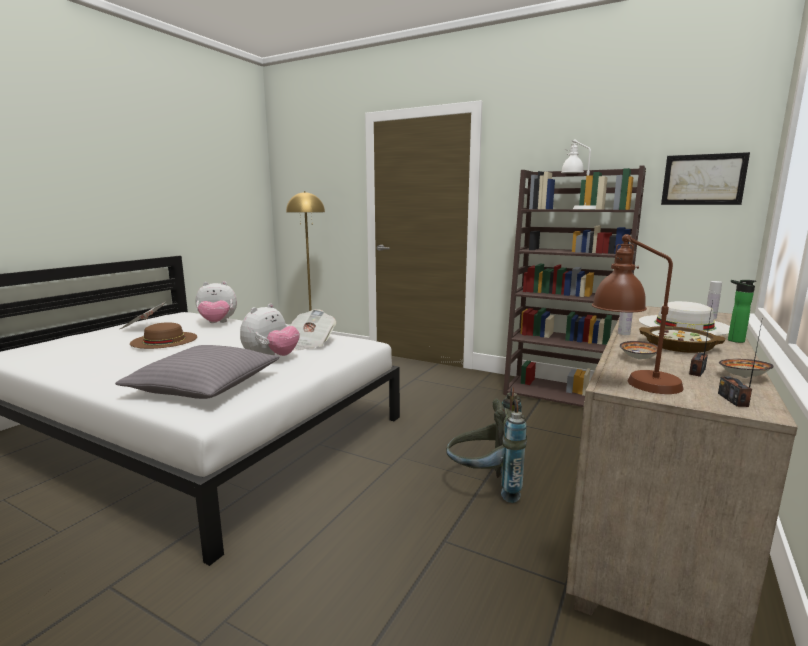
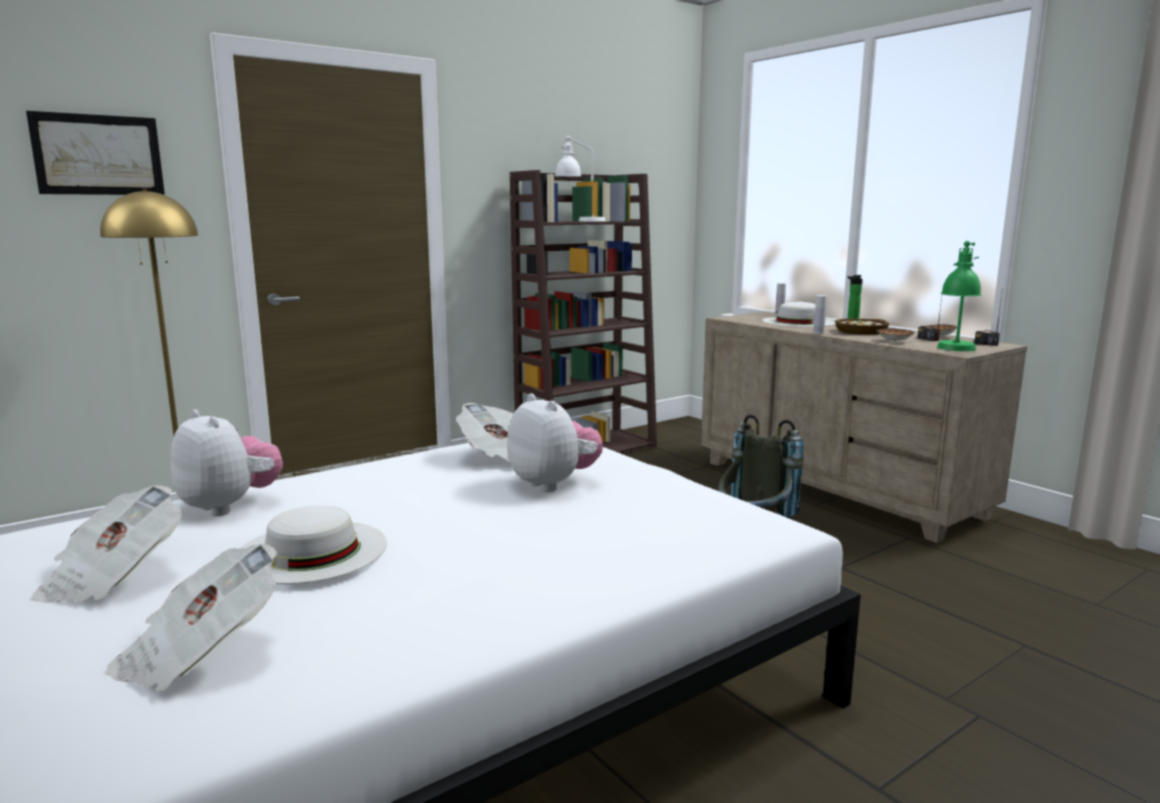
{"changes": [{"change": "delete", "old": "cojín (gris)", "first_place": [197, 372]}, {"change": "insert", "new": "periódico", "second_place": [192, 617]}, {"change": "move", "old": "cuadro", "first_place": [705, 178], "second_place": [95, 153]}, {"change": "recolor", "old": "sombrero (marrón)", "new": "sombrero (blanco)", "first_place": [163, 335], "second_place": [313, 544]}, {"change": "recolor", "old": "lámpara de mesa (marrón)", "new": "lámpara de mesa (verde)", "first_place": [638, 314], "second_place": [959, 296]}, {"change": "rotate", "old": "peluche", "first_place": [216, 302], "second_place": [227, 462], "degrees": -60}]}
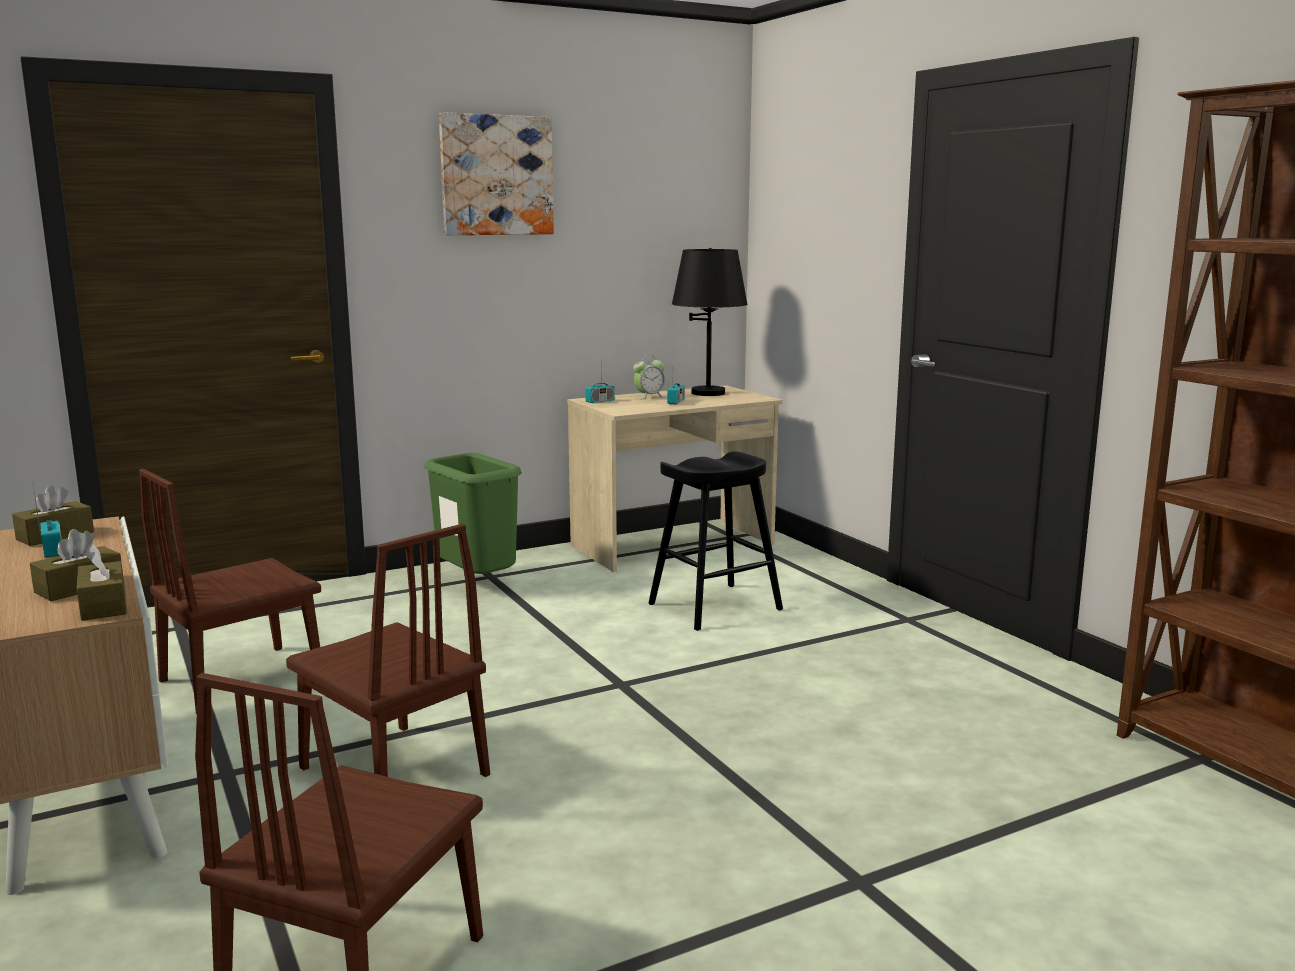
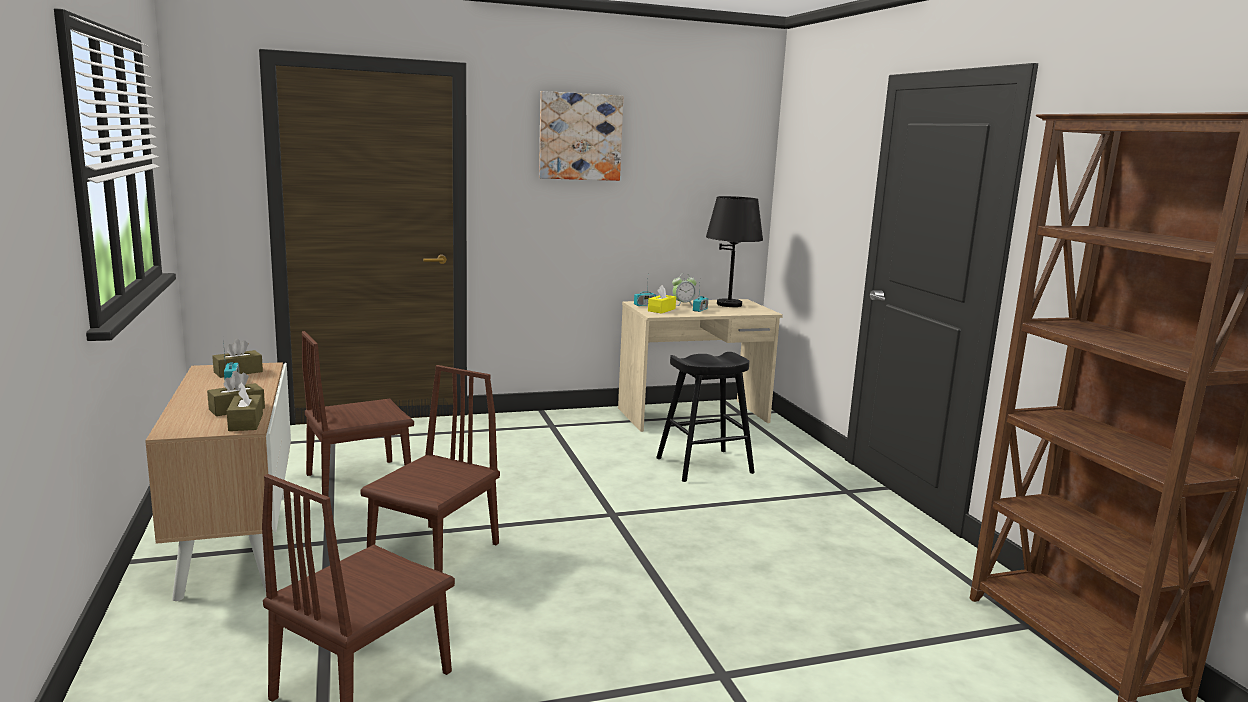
{"changes": [{"change": "delete", "old": "papelera (verde)", "first_place": [473, 513]}, {"change": "insert", "new": "caja de pañuelos (amarillo)", "second_place": [662, 299]}, {"change": "rotate", "old": "silla (marrón)", "first_place": [388, 650], "second_place": [430, 469], "degrees": -120}]}
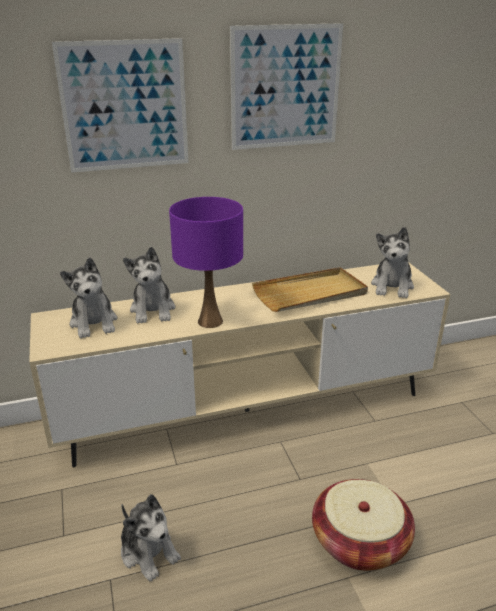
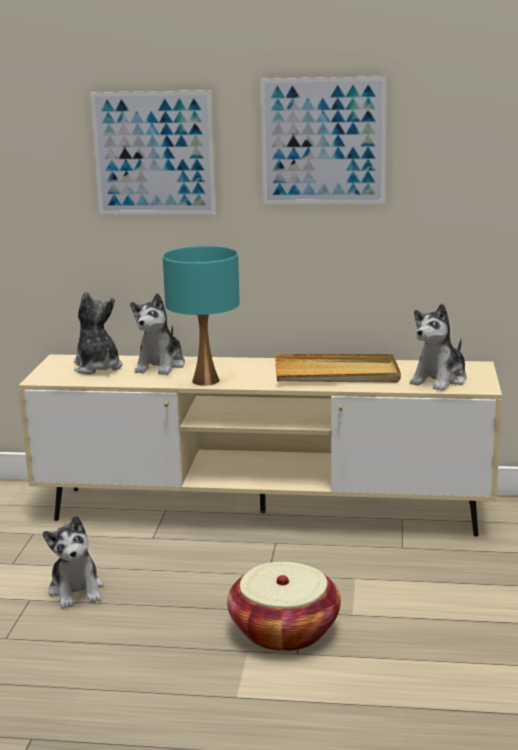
{"changes": [{"change": "recolor", "old": "lámpara de mesa (morado)", "new": "lámpara de mesa (turquesa)", "first_place": [206, 262], "second_place": [201, 316]}, {"change": "rotate", "old": "peluche", "first_place": [88, 297], "second_place": [97, 333], "degrees": 150}]}
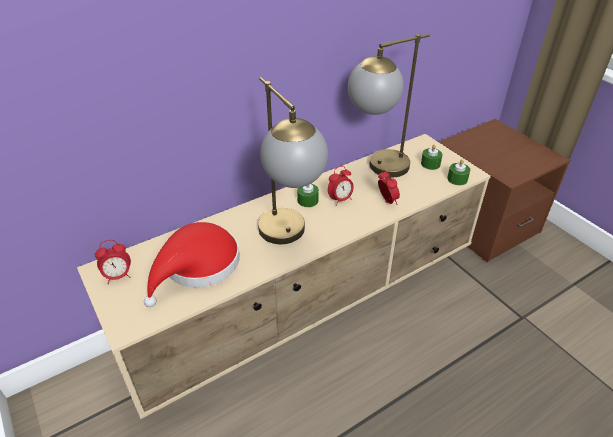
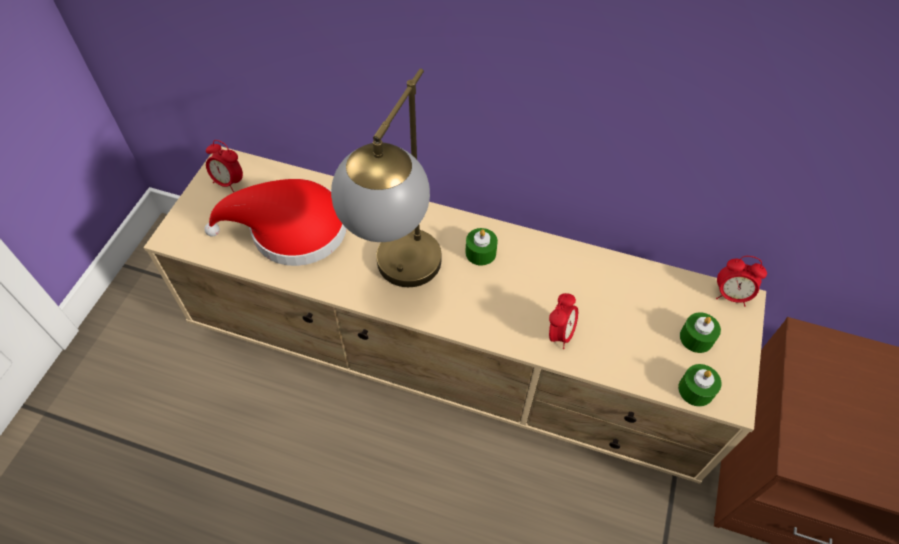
{"changes": [{"change": "delete", "old": "lámpara de mesa", "first_place": [389, 105]}, {"change": "move", "old": "despertador", "first_place": [341, 186], "second_place": [741, 281]}]}
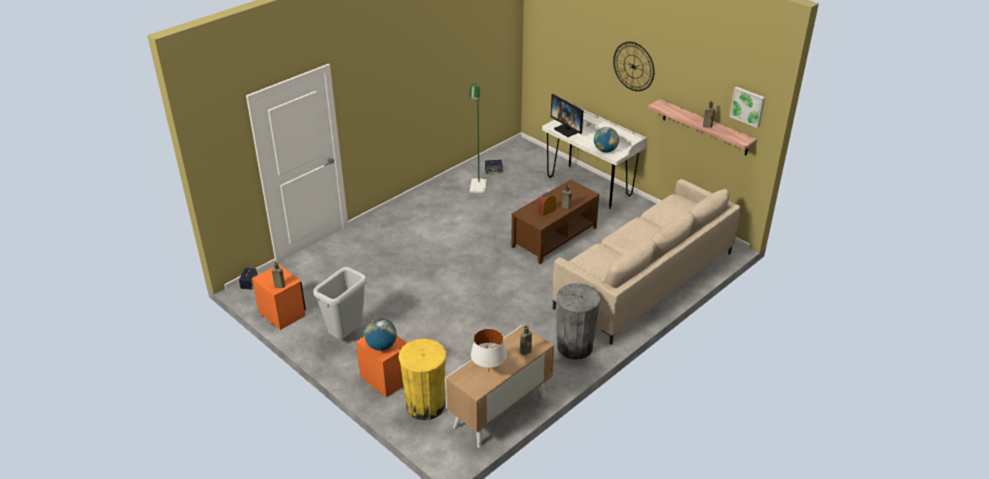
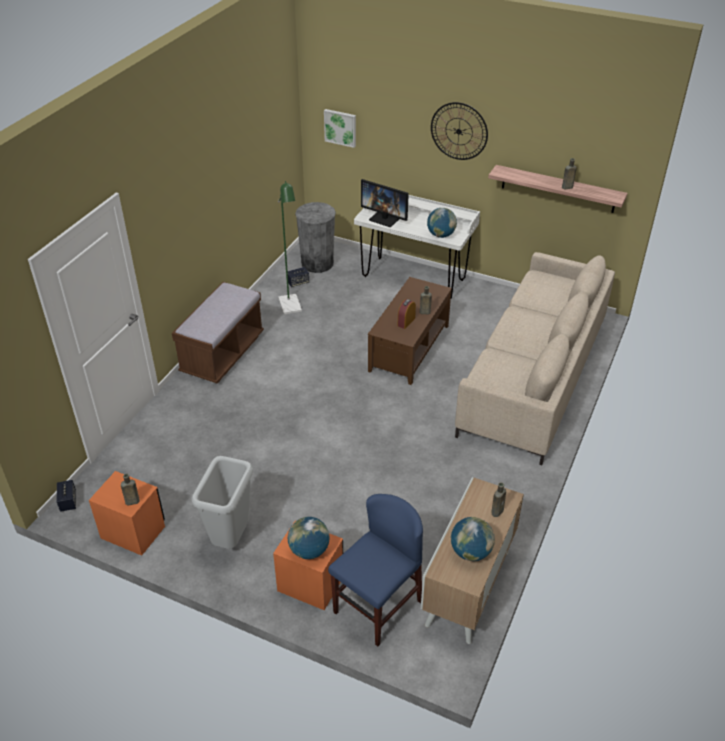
{"changes": [{"change": "insert", "new": "banco (marrón)", "second_place": [218, 332]}, {"change": "move", "old": "papelera (gris)", "first_place": [578, 321], "second_place": [315, 237]}, {"change": "move", "old": "cuadro", "first_place": [747, 107], "second_place": [340, 128]}, {"change": "replace", "old": "papelera (amarillo)", "new": "silla (azul)", "first_place": [422, 379], "second_place": [375, 570]}, {"change": "replace", "old": "lámpara de mesa (blanco)", "new": "globo terráqueo", "first_place": [489, 347], "second_place": [473, 539]}]}
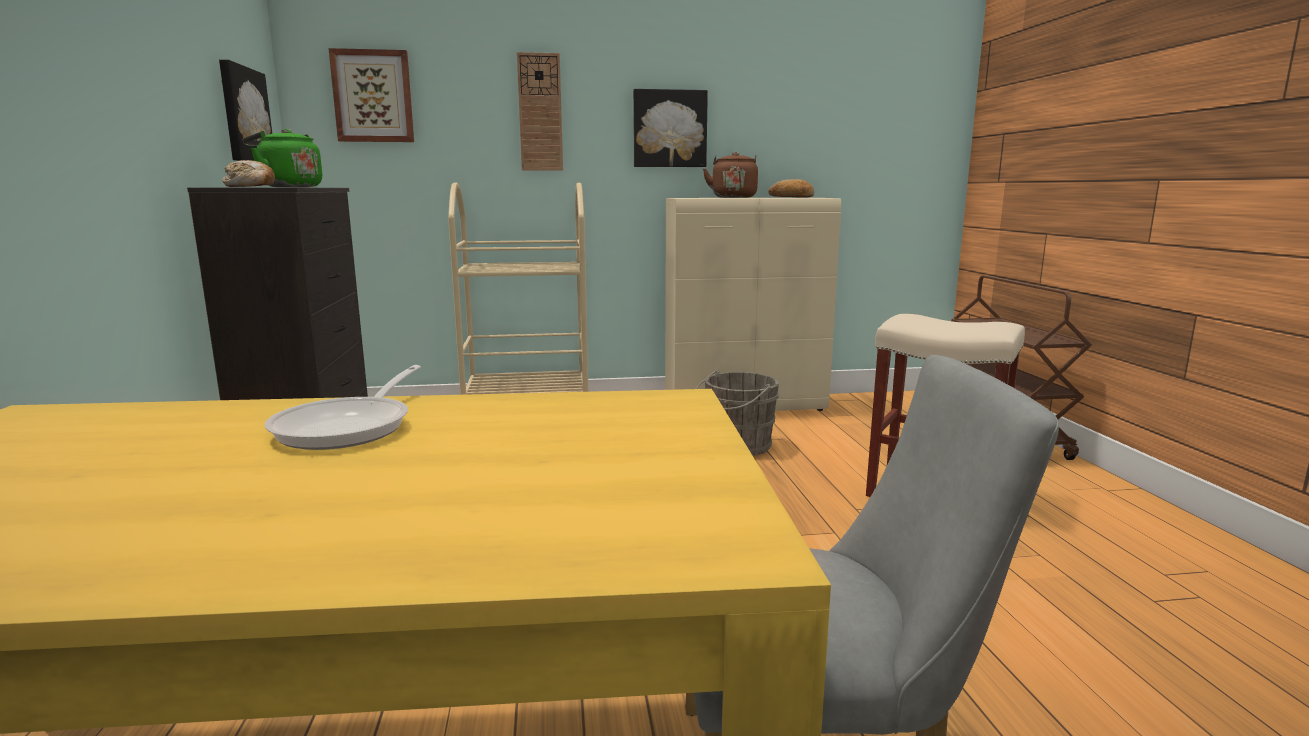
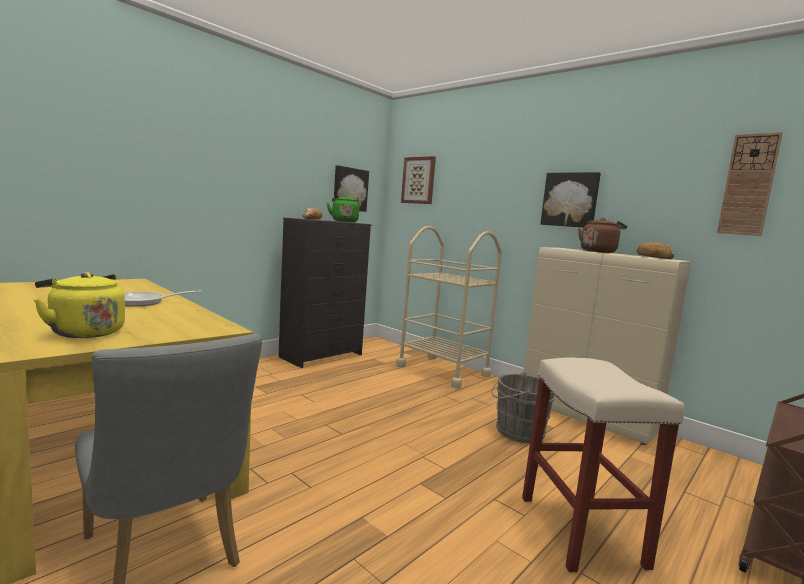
{"changes": [{"change": "insert", "new": "hervidor (amarillo)", "second_place": [79, 305]}, {"change": "move", "old": "reloj de pared", "first_place": [540, 111], "second_place": [750, 184]}]}
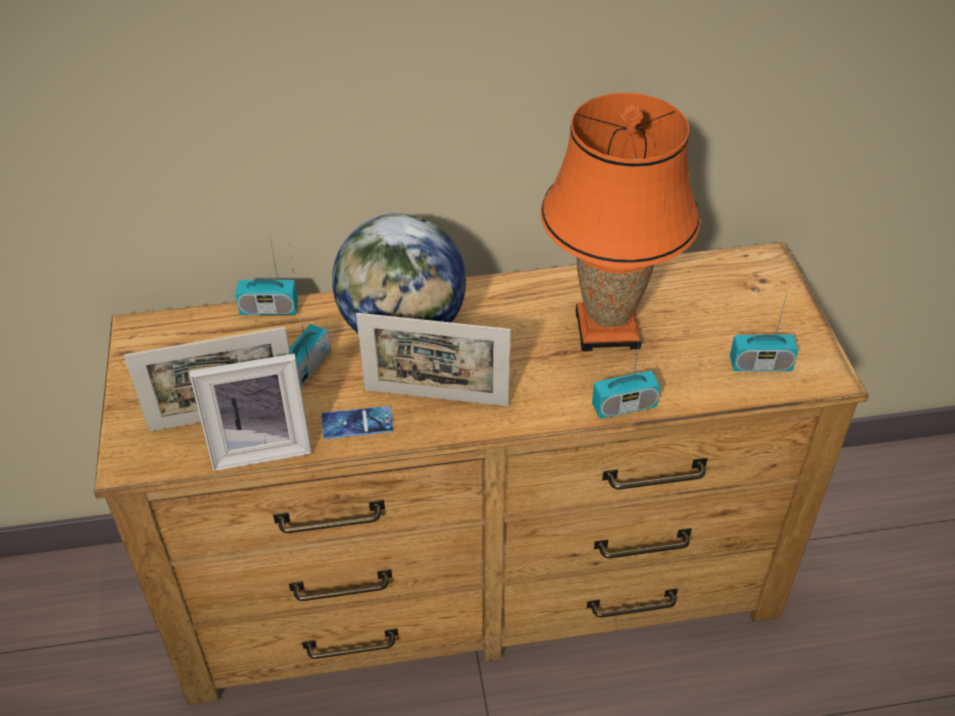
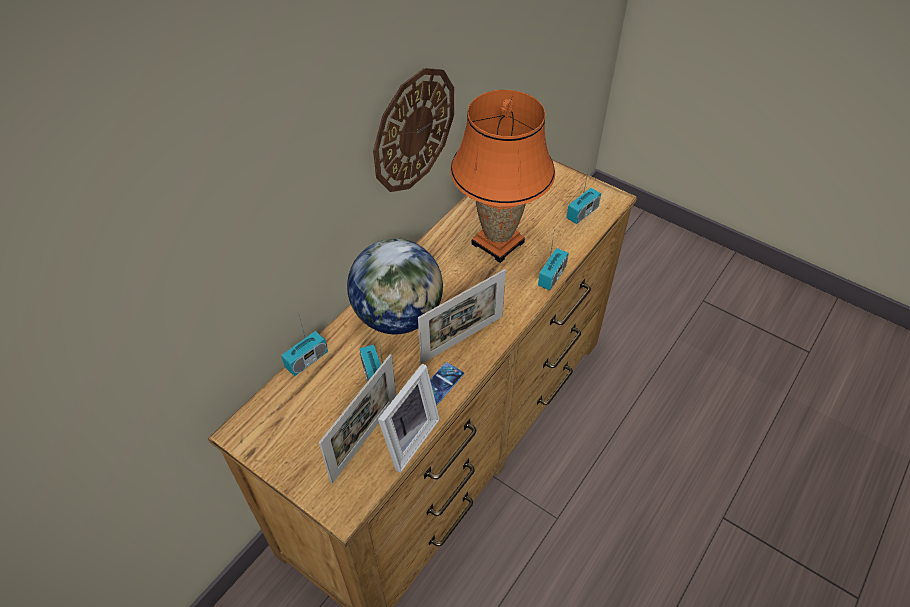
{"changes": [{"change": "insert", "new": "reloj de pared", "second_place": [413, 130]}]}
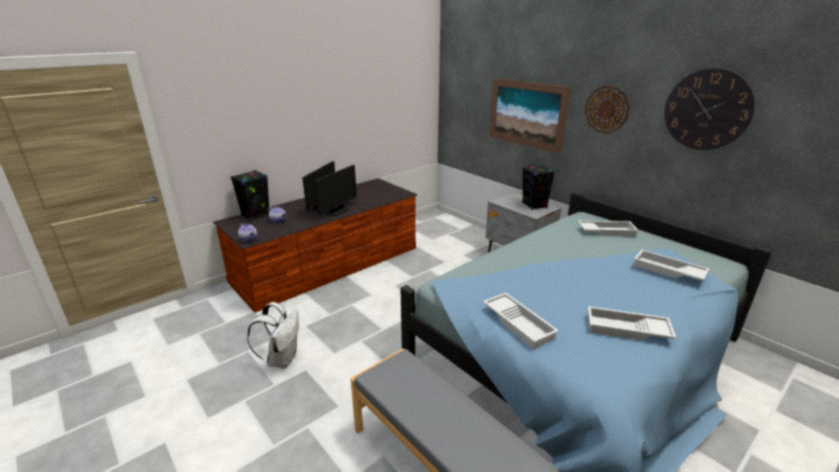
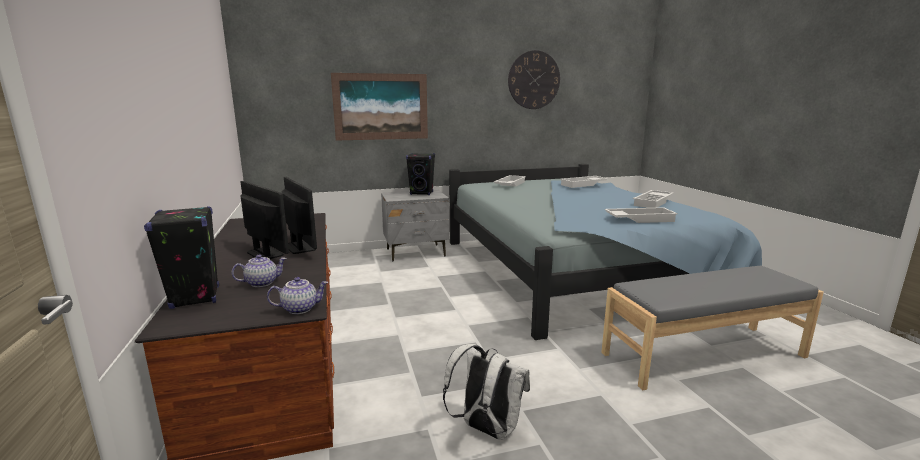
{"changes": [{"change": "delete", "old": "reloj de pared", "first_place": [607, 109]}]}
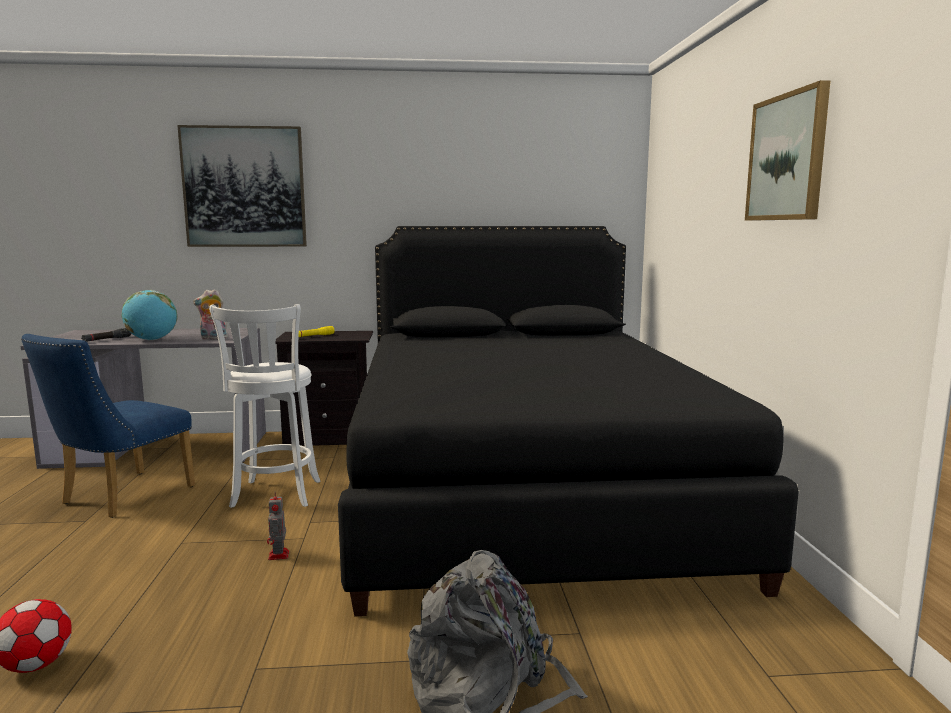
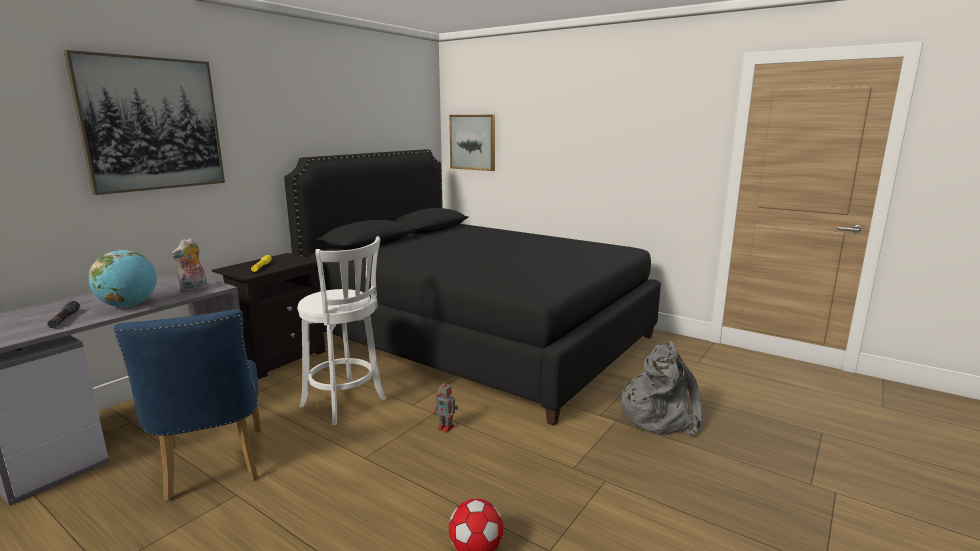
{"changes": [{"change": "move", "old": "cuadro", "first_place": [787, 150], "second_place": [472, 143]}]}
